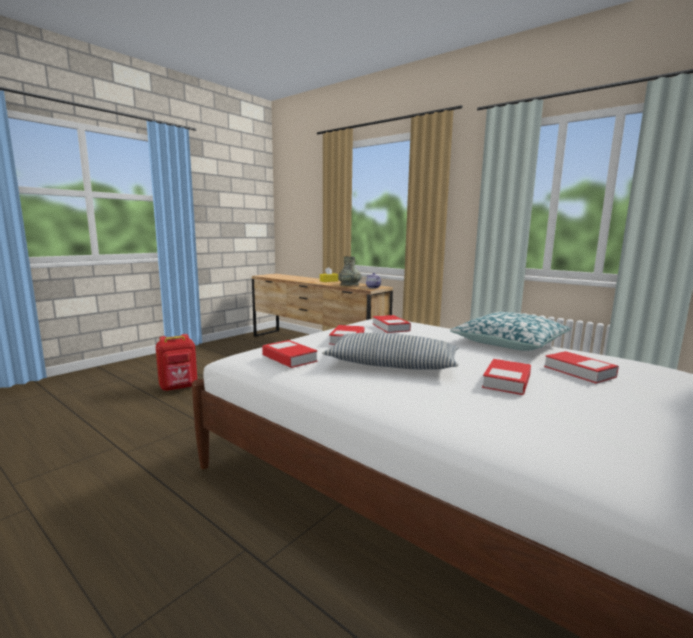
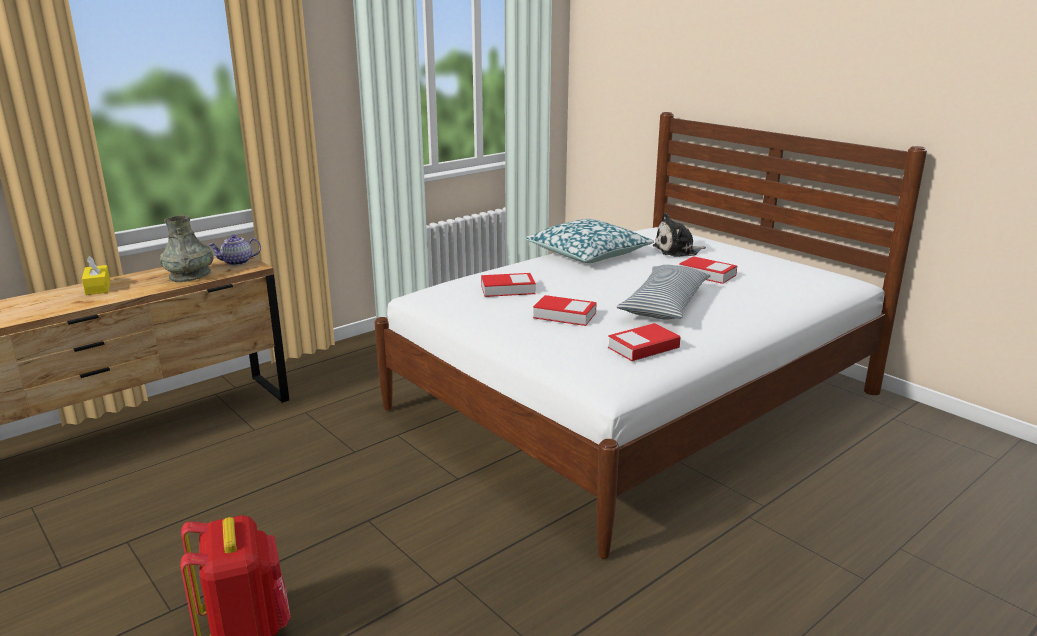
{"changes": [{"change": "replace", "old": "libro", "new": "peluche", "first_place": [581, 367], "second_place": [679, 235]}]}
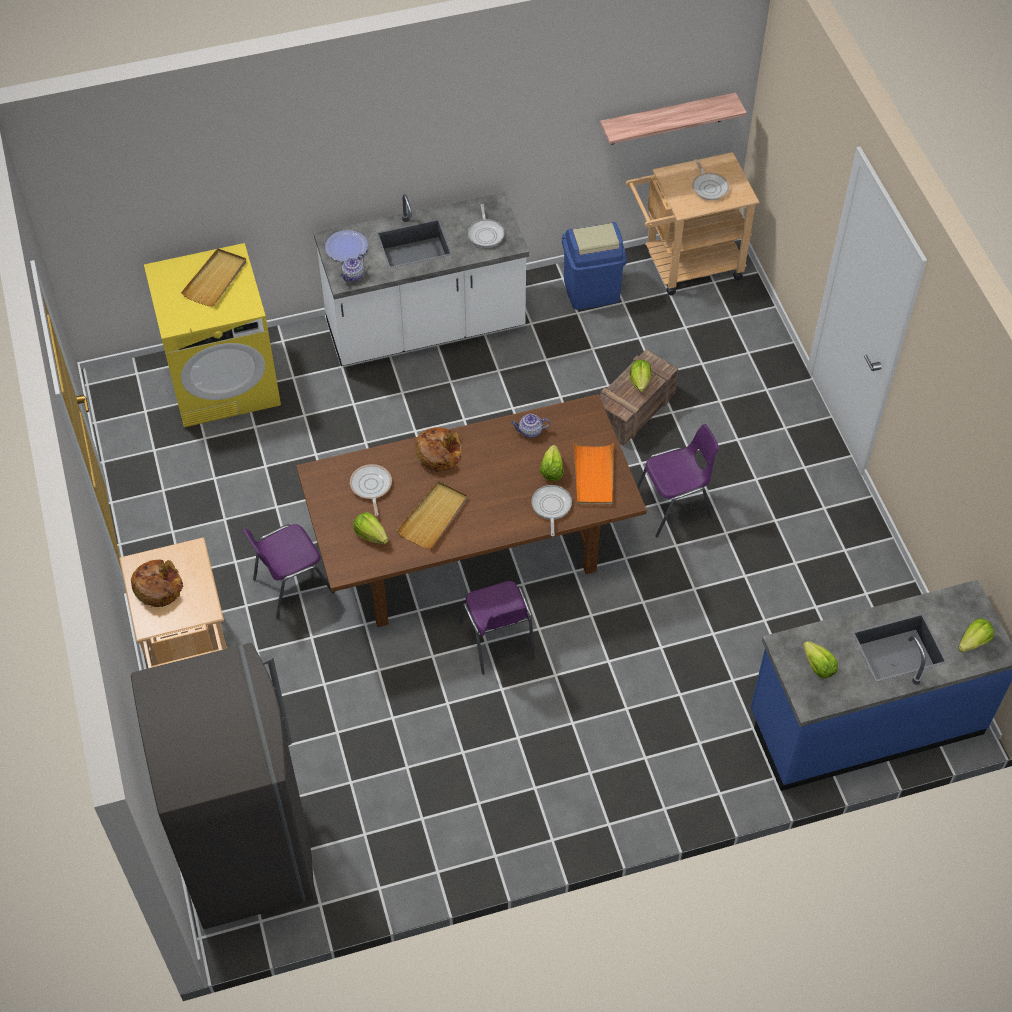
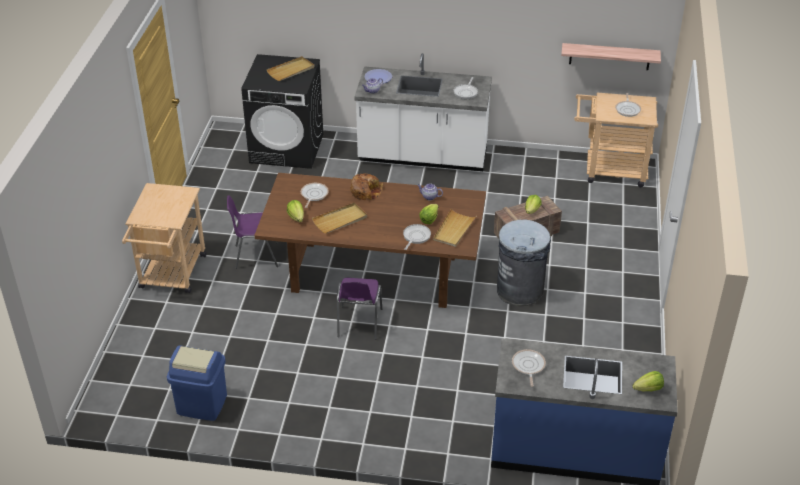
{"changes": [{"change": "delete", "old": "pan", "first_place": [157, 583]}, {"change": "delete", "old": "nevera (gris)", "first_place": [222, 786]}, {"change": "move", "old": "papelera (azul)", "first_place": [594, 266], "second_place": [197, 383]}, {"change": "replace", "old": "silla (morado)", "new": "papelera (gris)", "first_place": [678, 480], "second_place": [524, 262]}, {"change": "replace", "old": "lechuga", "new": "sartén", "first_place": [820, 659], "second_place": [529, 368]}, {"change": "recolor", "old": "lavadora (amarillo)", "new": "lavadora (negro)", "first_place": [212, 335], "second_place": [282, 111]}, {"change": "recolor", "old": "bandeja (naranja)", "new": "bandeja (beis)", "first_place": [594, 473], "second_place": [454, 227]}]}
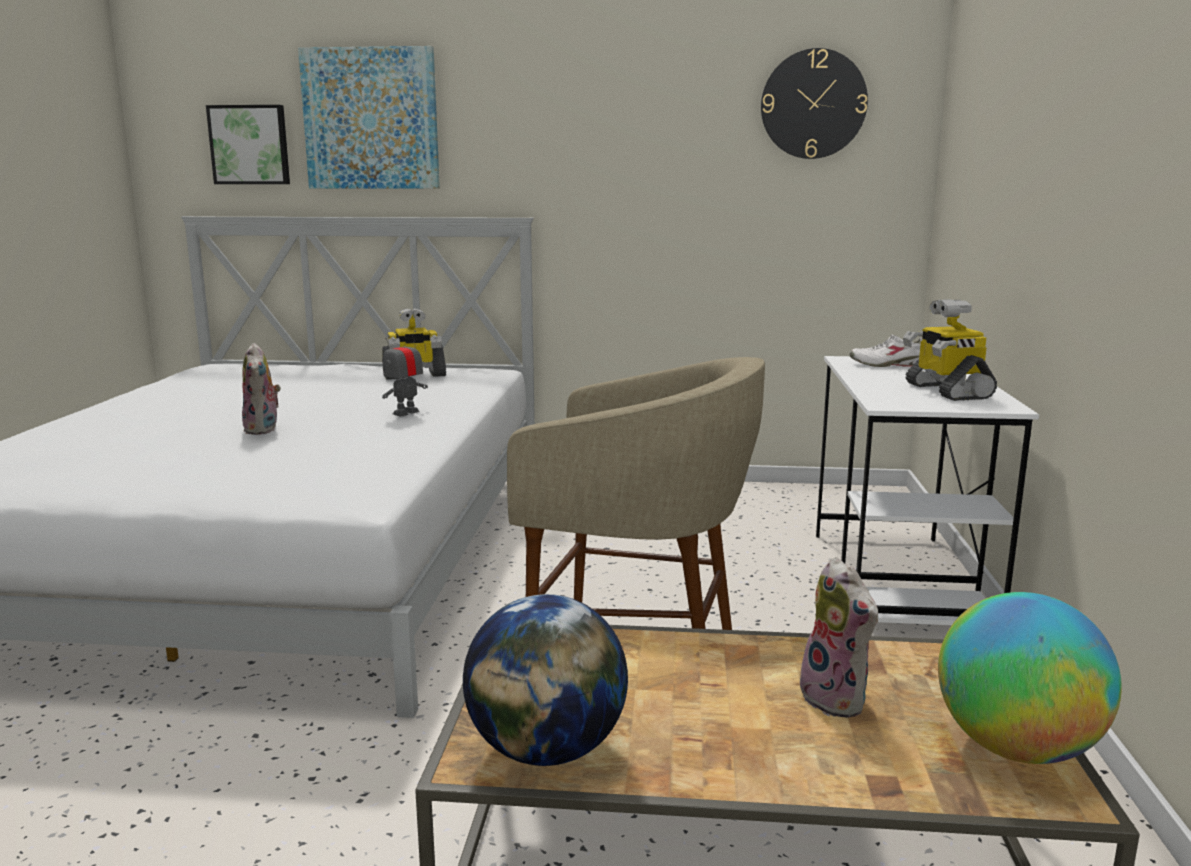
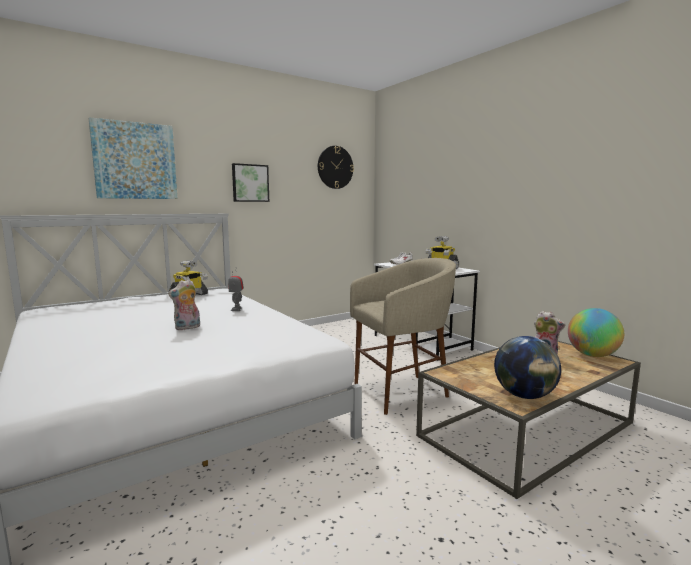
{"changes": [{"change": "move", "old": "cuadro", "first_place": [248, 144], "second_place": [250, 182]}, {"change": "rotate", "old": "peluche", "first_place": [261, 389], "second_place": [184, 304], "degrees": 105}]}
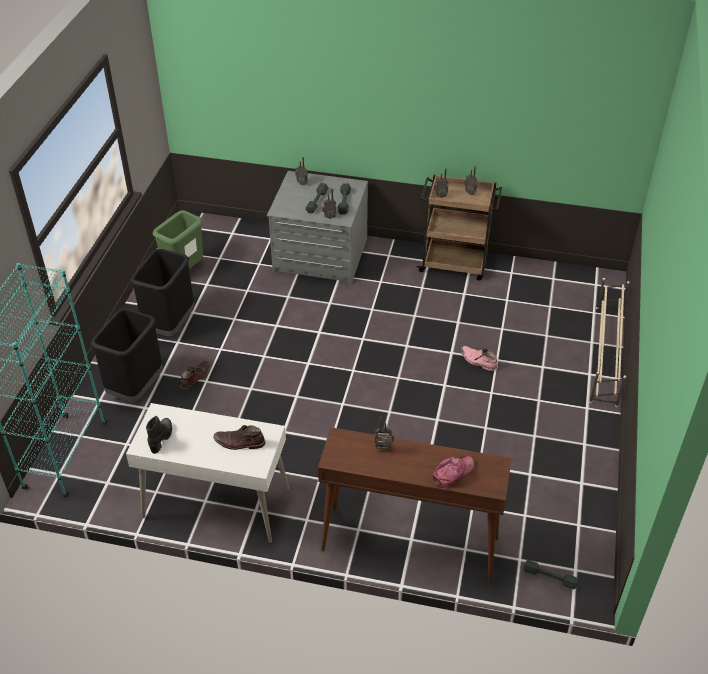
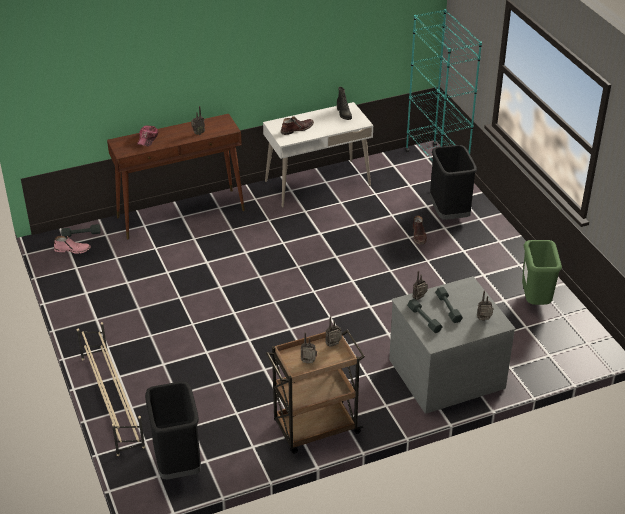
{"changes": [{"change": "move", "old": "papelera (negro)", "first_place": [162, 292], "second_place": [173, 430]}, {"change": "move", "old": "bota (rosa)", "first_place": [479, 358], "second_place": [72, 245]}]}
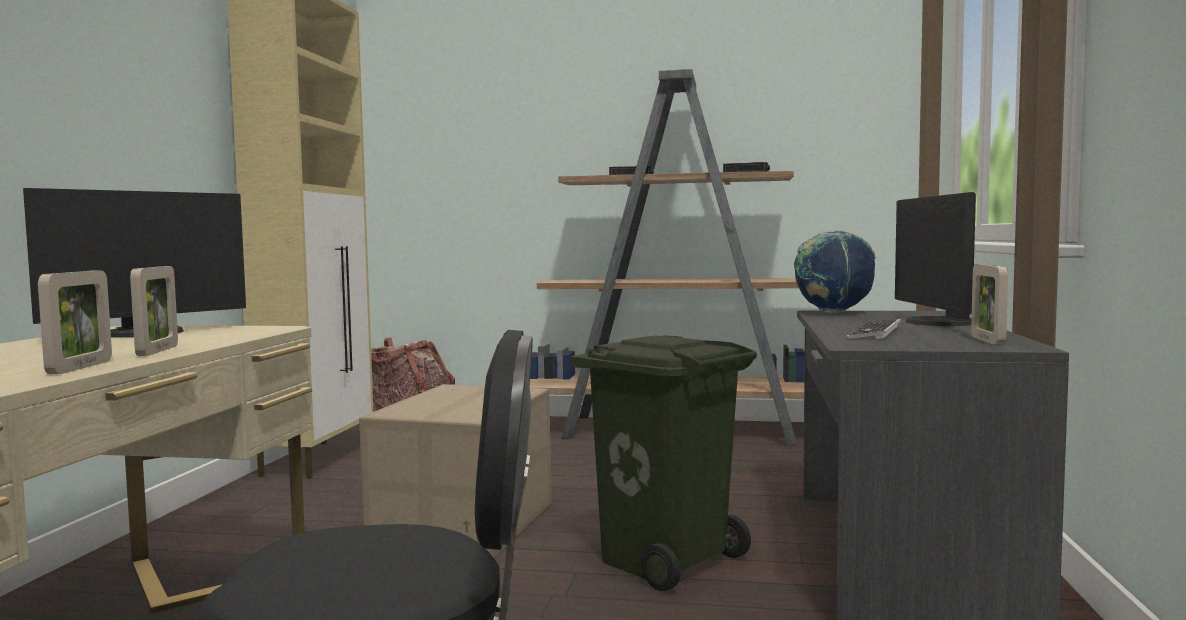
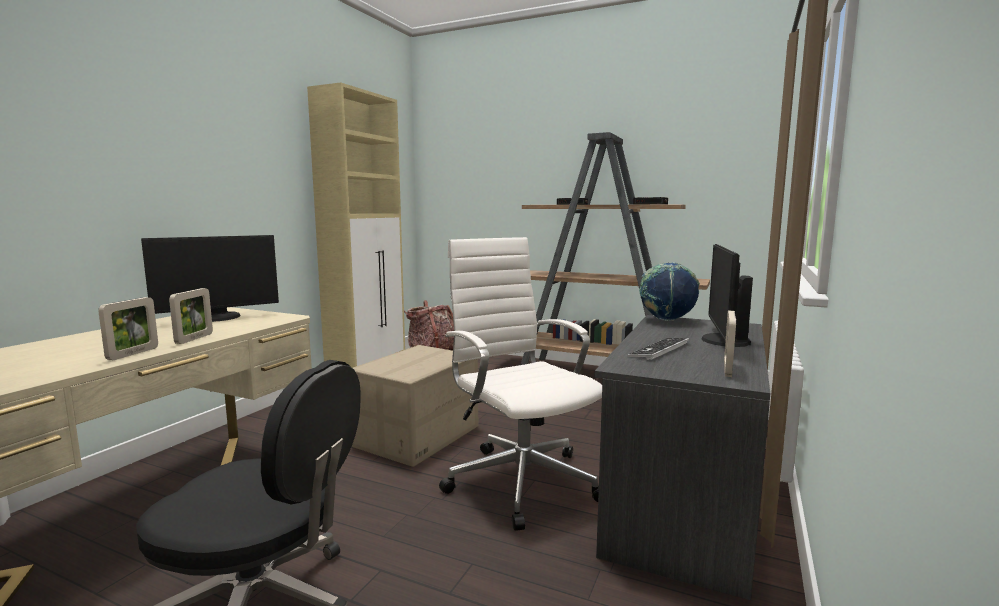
{"changes": [{"change": "replace", "old": "papelera (verde)", "new": "silla de oficina (blanco)", "first_place": [663, 463], "second_place": [520, 384]}]}
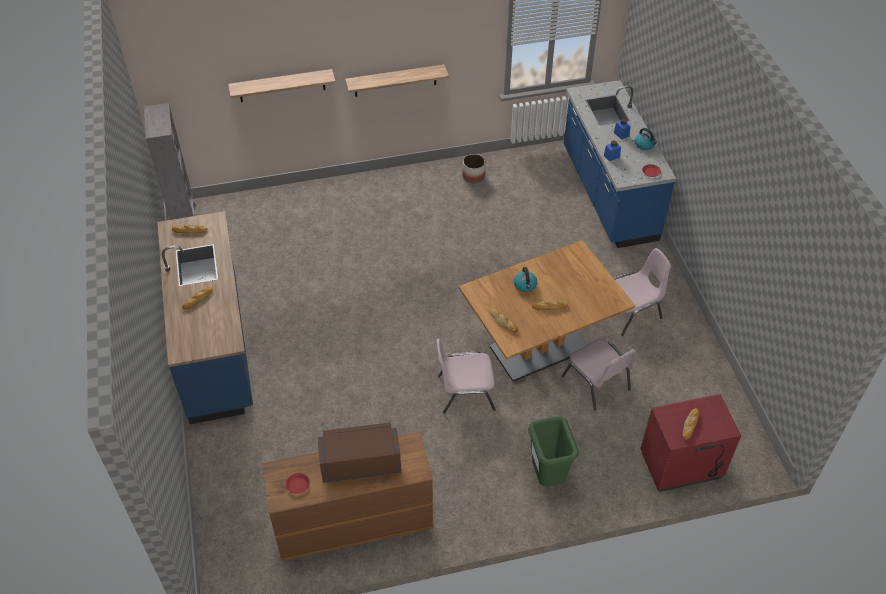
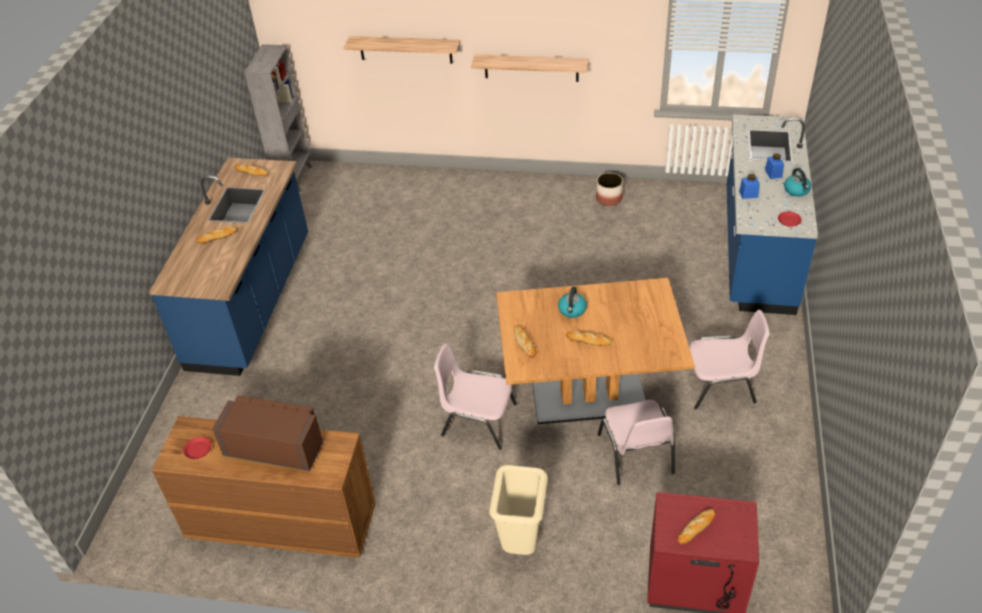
{"changes": [{"change": "recolor", "old": "papelera (verde)", "new": "papelera (beis)", "first_place": [553, 451], "second_place": [518, 510]}]}
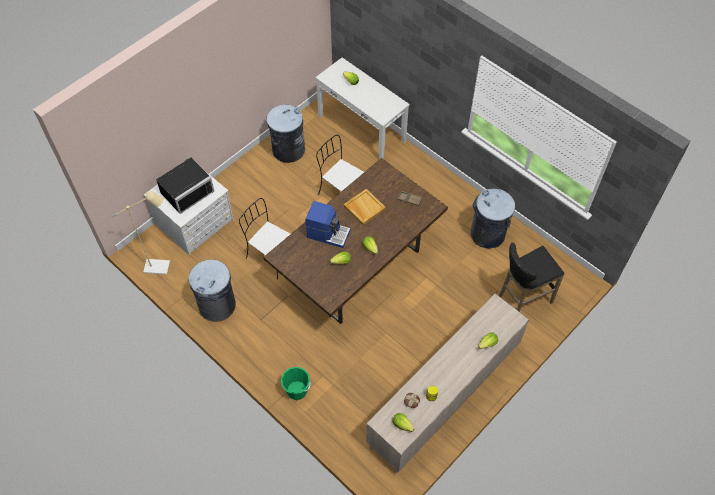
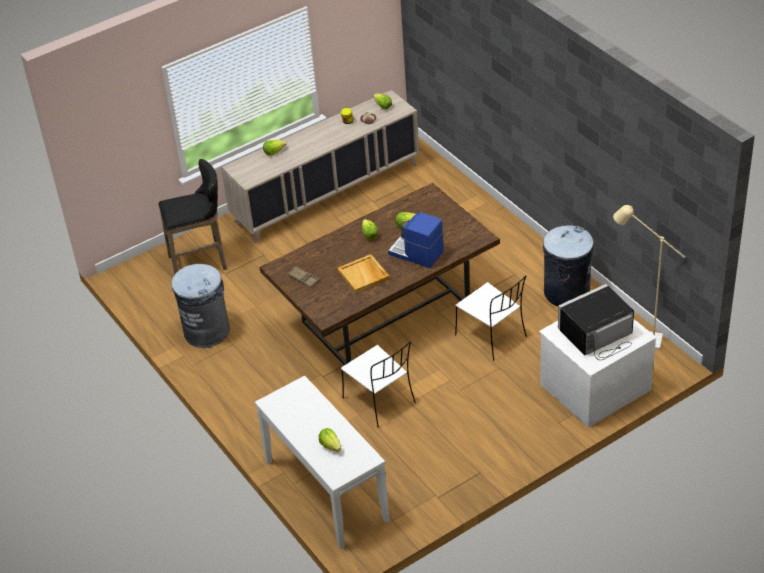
{"changes": [{"change": "delete", "old": "papelera (gris)", "first_place": [285, 133]}, {"change": "delete", "old": "cubo (verde)", "first_place": [295, 383]}]}
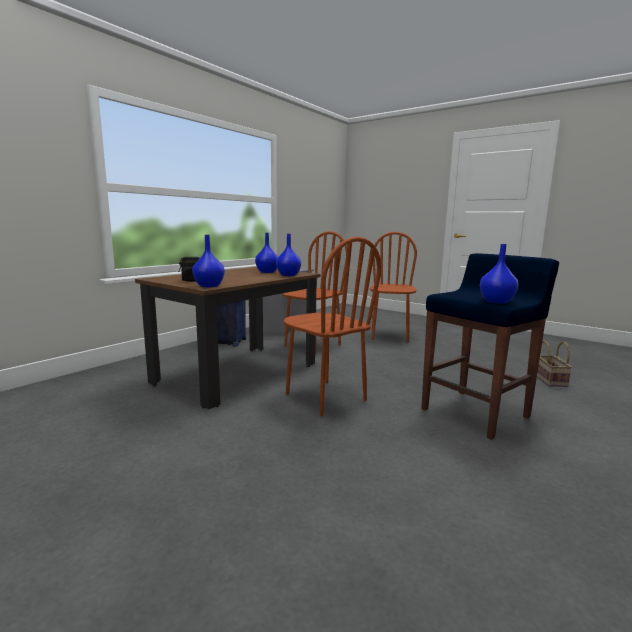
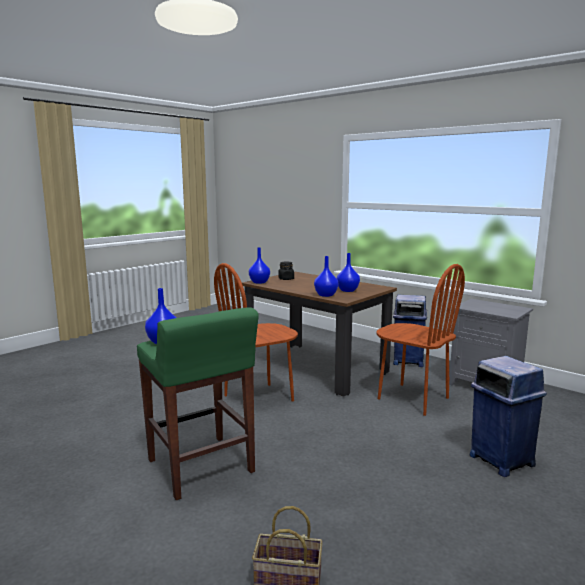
{"changes": [{"change": "replace", "old": "silla (marrón)", "new": "papelera (azul)", "first_place": [393, 287], "second_place": [508, 416]}, {"change": "recolor", "old": "taburete (azul)", "new": "taburete (verde)", "first_place": [490, 346], "second_place": [198, 403]}]}
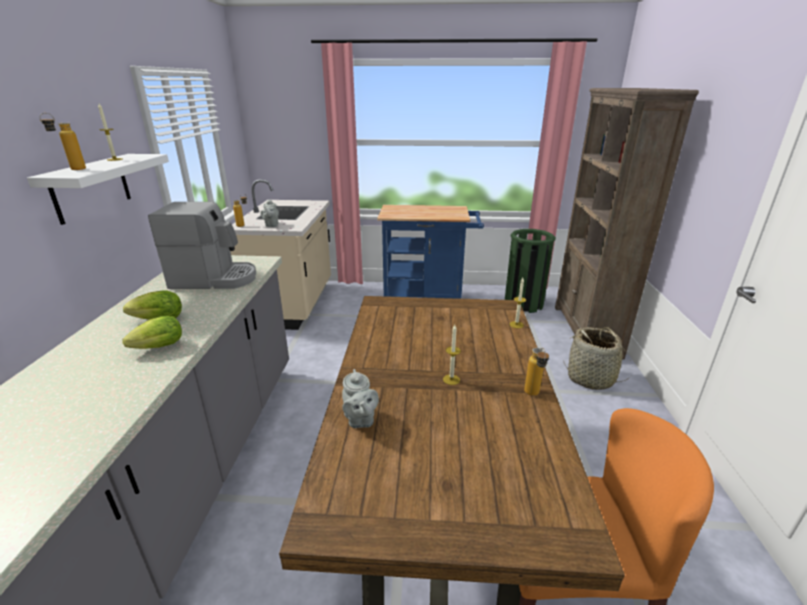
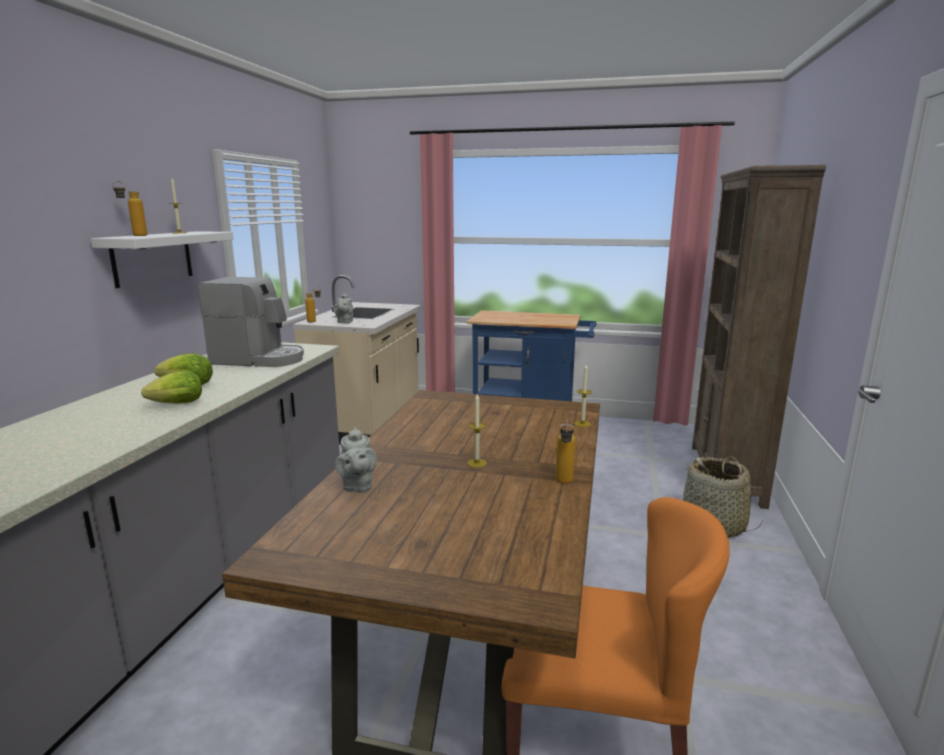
{"changes": [{"change": "delete", "old": "papelera (verde)", "first_place": [530, 271]}]}
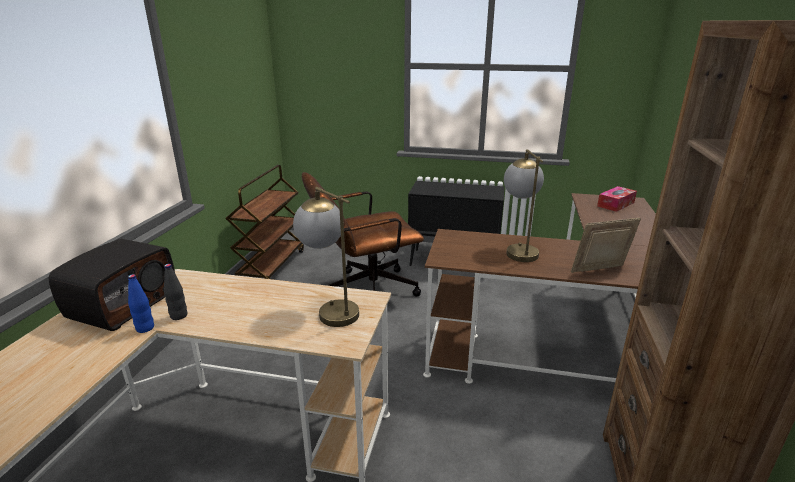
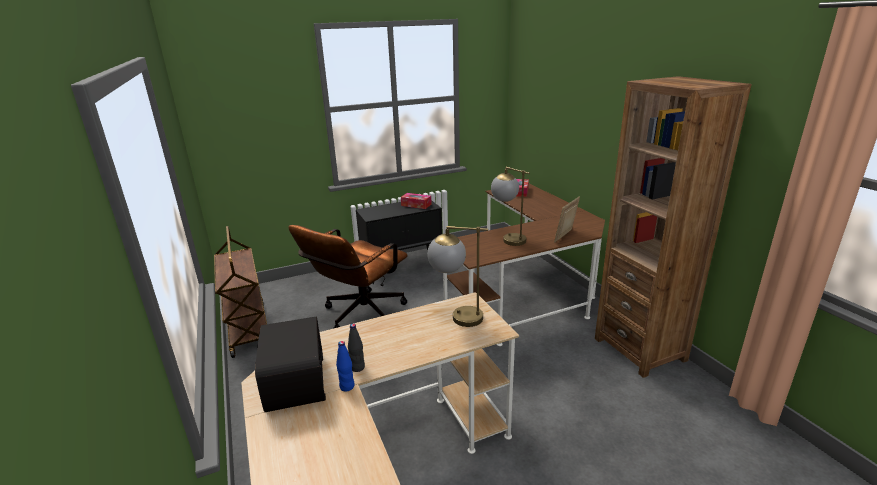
{"changes": [{"change": "insert", "new": "caja de pañuelos", "second_place": [416, 201]}]}
